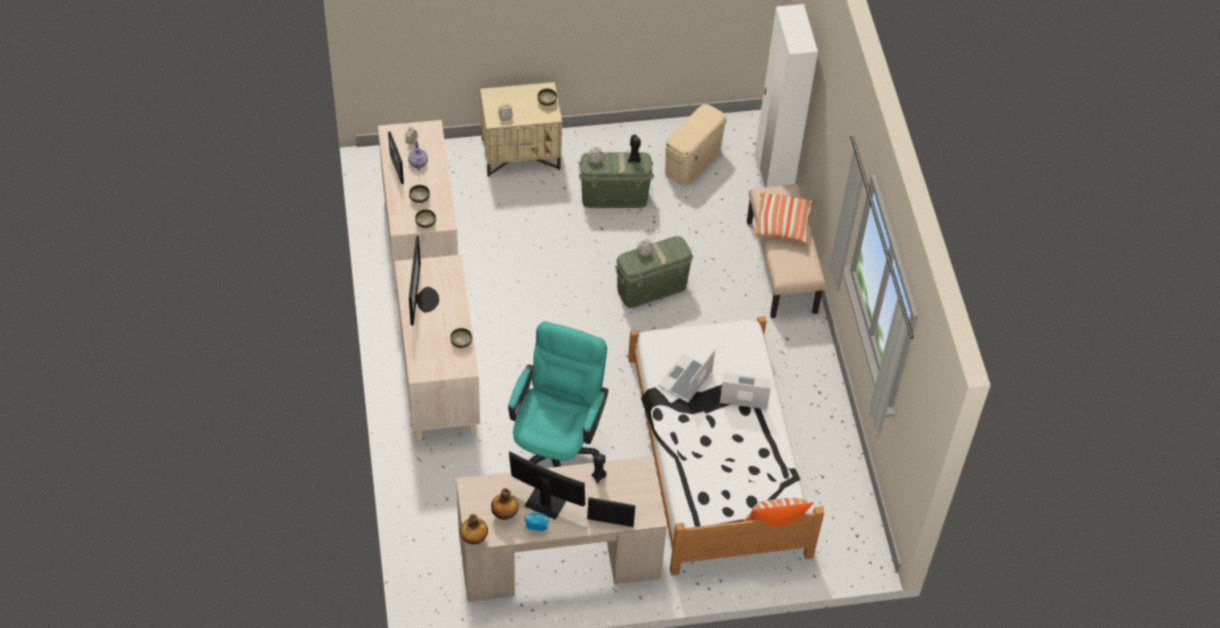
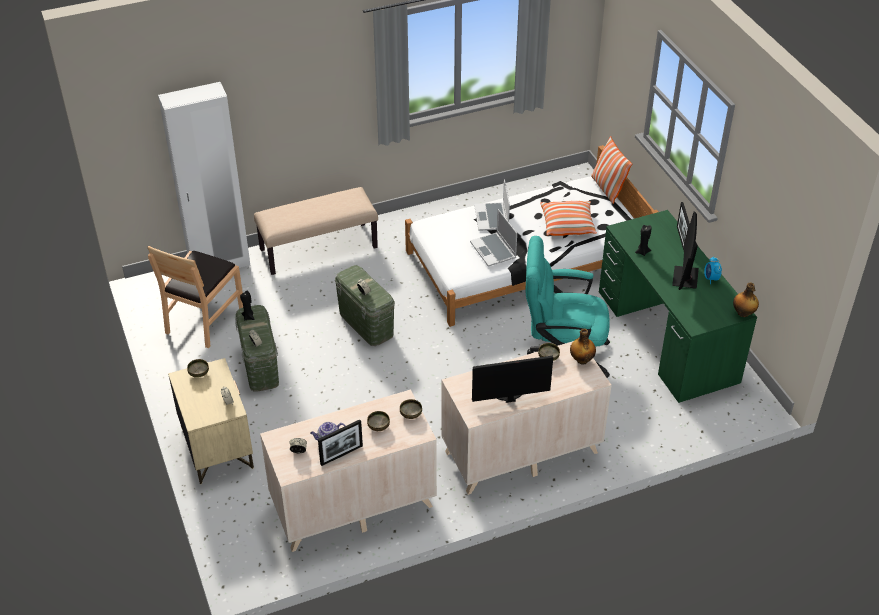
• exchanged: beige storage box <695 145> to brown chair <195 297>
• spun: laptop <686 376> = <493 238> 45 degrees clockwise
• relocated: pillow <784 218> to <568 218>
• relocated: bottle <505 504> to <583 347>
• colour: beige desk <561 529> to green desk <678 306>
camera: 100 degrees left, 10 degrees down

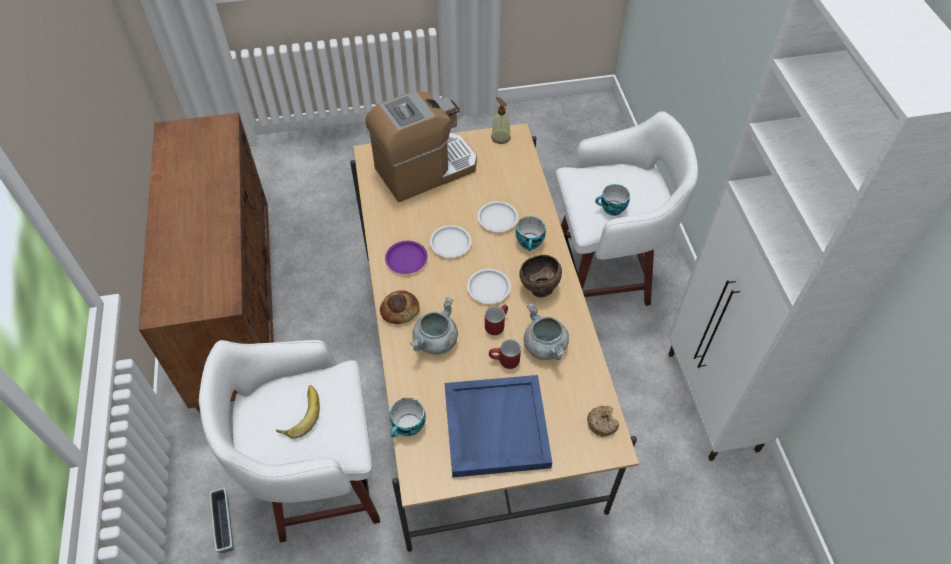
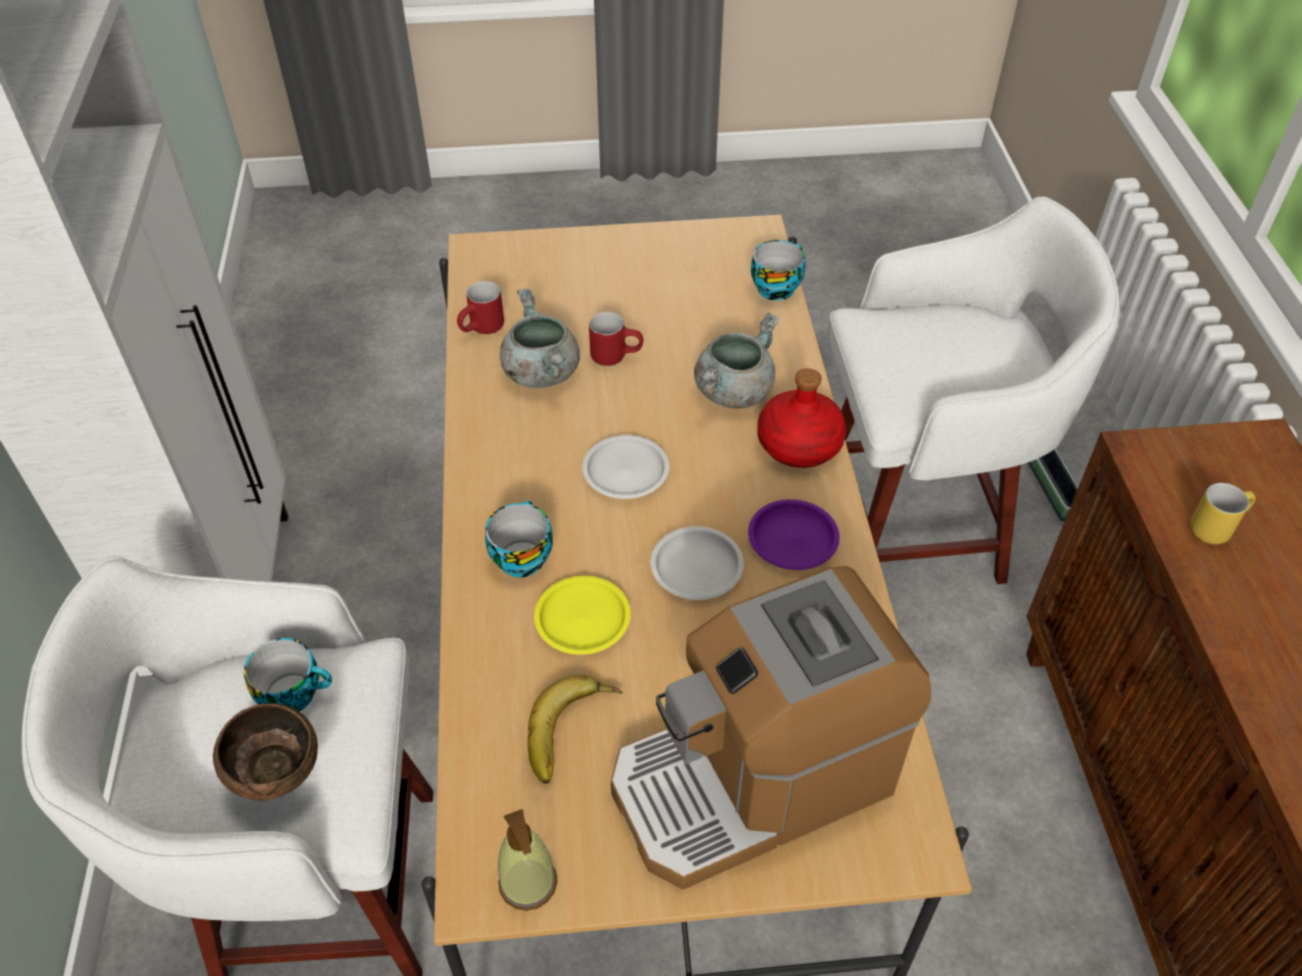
• relocated: brown bowl <540 276> to <265 752>
• relocated: red mug <496 320> to <480 307>
• relocated: banana <298 412> to <575 729>
• colour: white plate <497 216> to yellow plate <582 615>
• exchanged: bread <400 307> to red bottle <802 418>
• appeared: yellow mug <1223 513>
• missing: blue tray <498 426>
• missing: donut <603 421>
camera: 175 degrees left, 5 degrees down

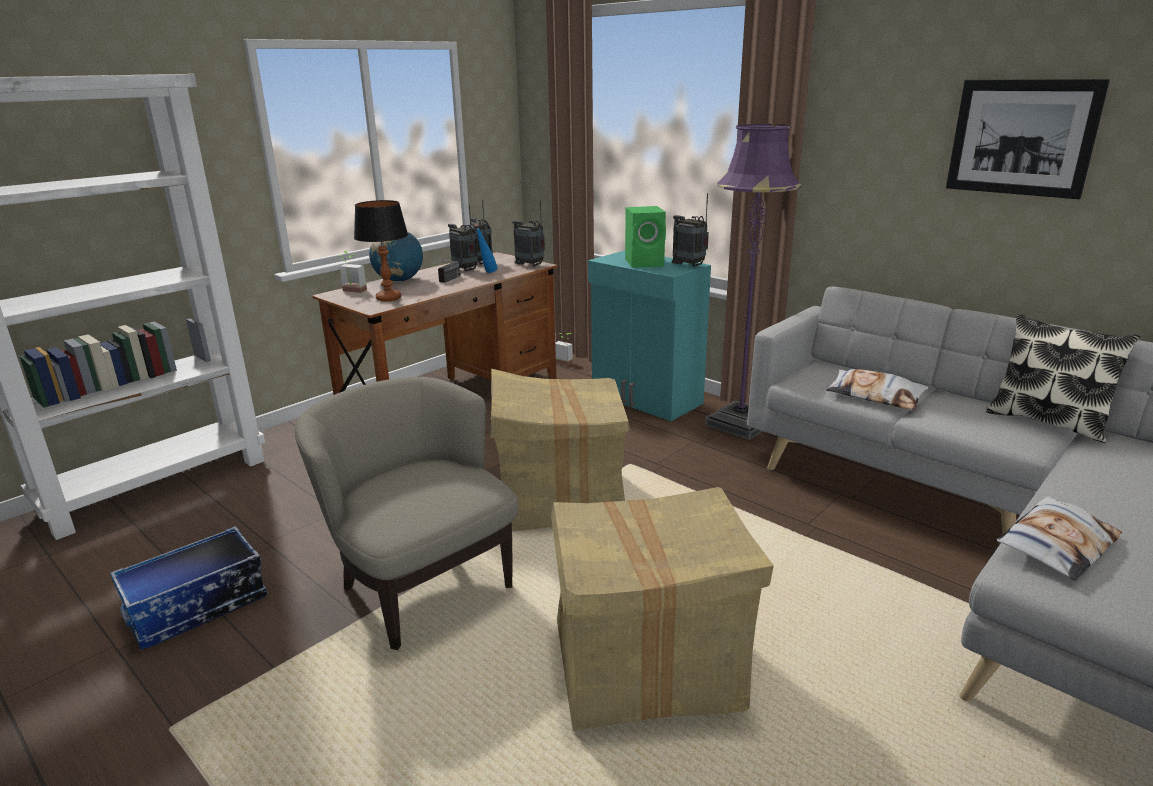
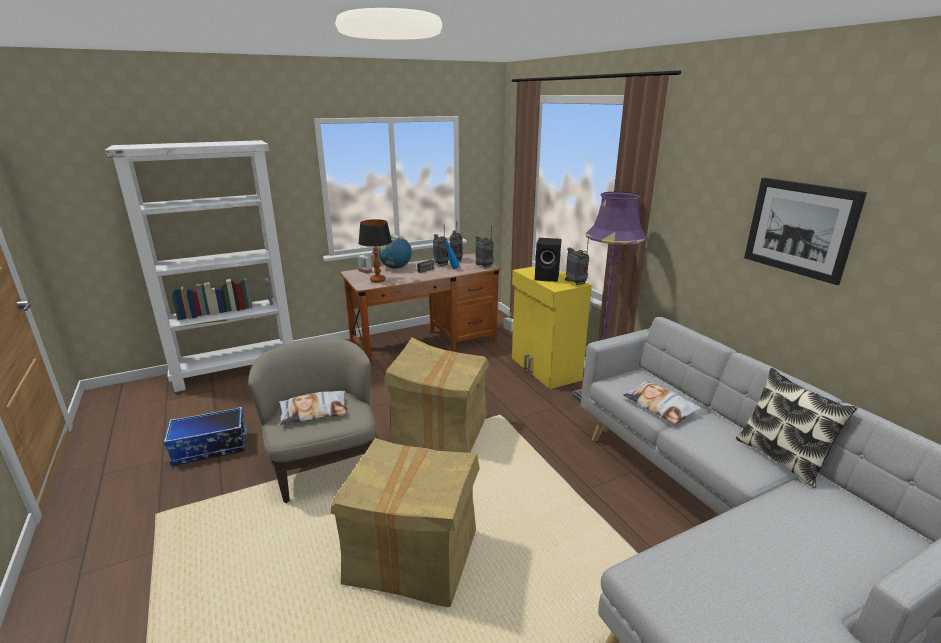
• relocated: pillow <1059 538> to <313 408>
• colour: turquoise cabinet <649 335> to yellow cabinet <552 327>
• colour: green speaker <645 237> to black speaker <548 260>
camera: 20 degrees right, 0 degrees up

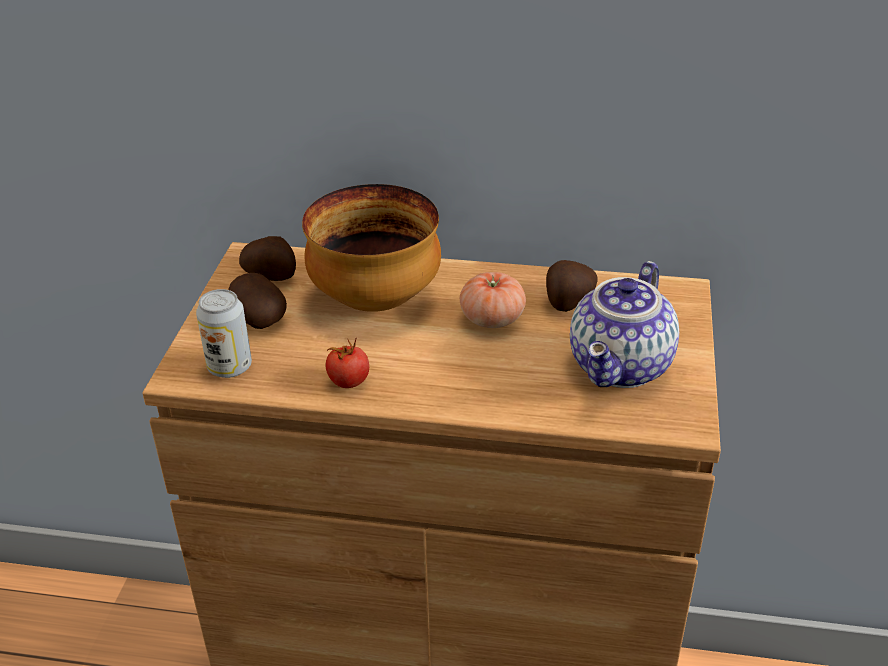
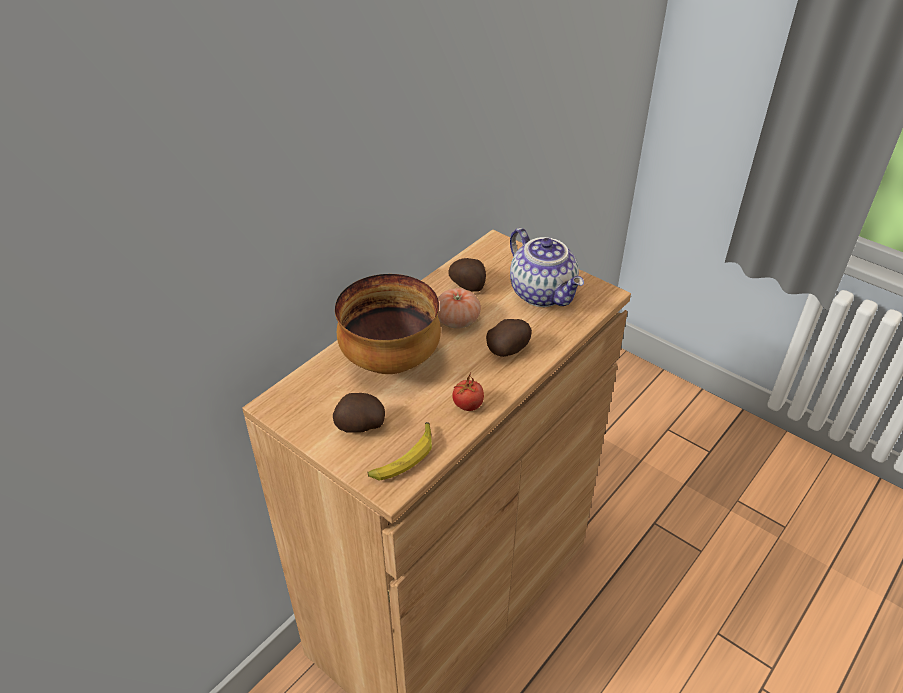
• exchanged: can <224 333> to banana <399 451>
• relocated: potato <267 258> to <509 338>
camera: 60 degrees left, 5 degrees up

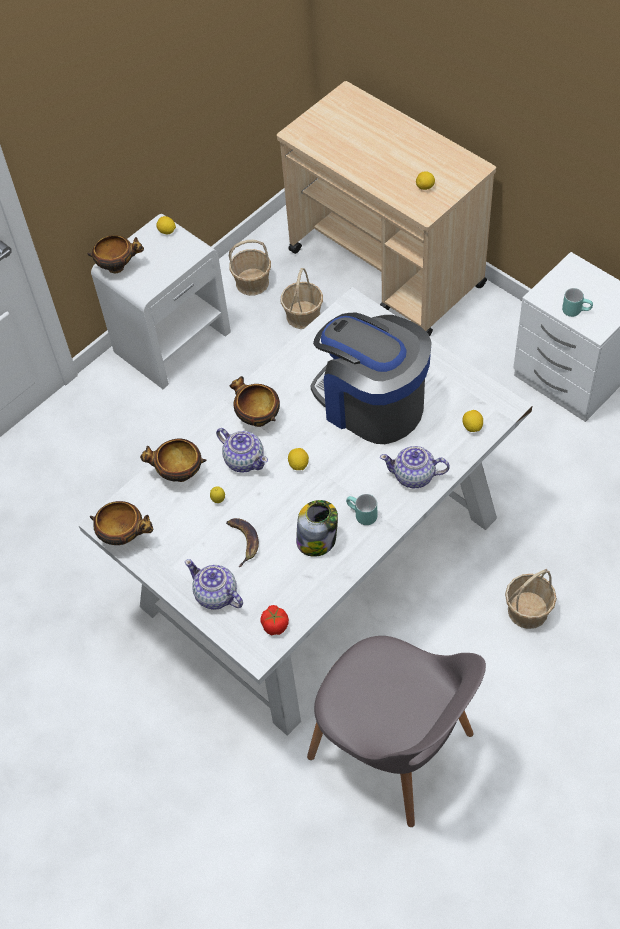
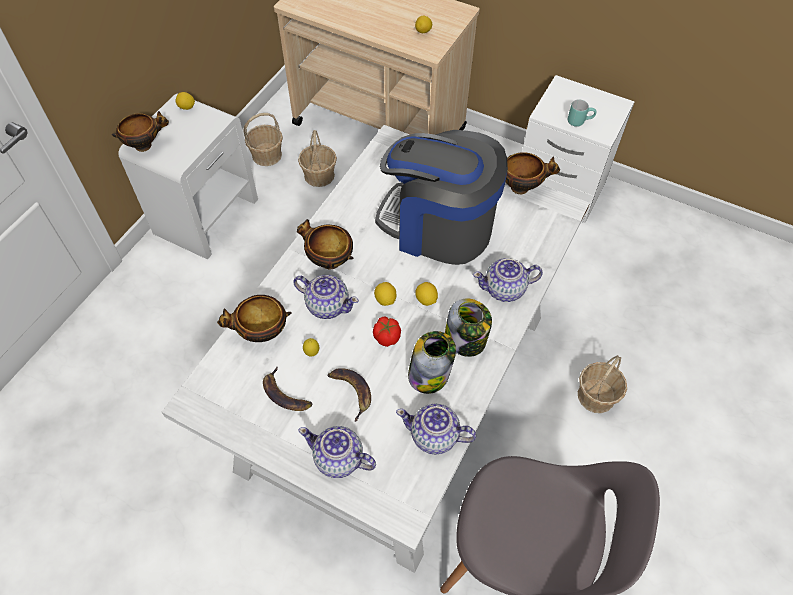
• appeared: banana <287 389>
• relocated: tomato <274 620> to <387 332>
• appeared: teapot <436 429>
• relocated: lemon <472 421> to <426 294>
• exchanged: turquoise mug <361 509> to jar <468 328>
• relocated: bowl <122 523> to <532 173>
camera: 20 degrees left, 0 degrees up

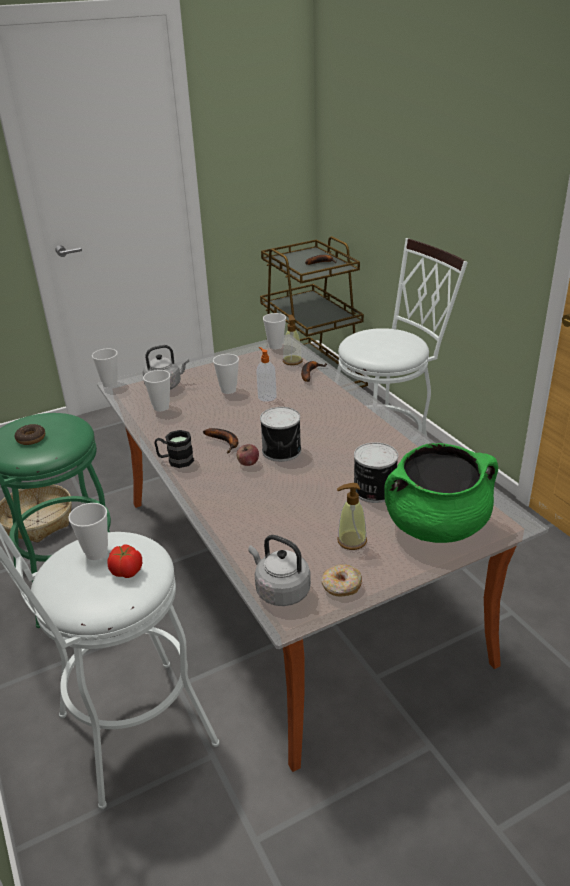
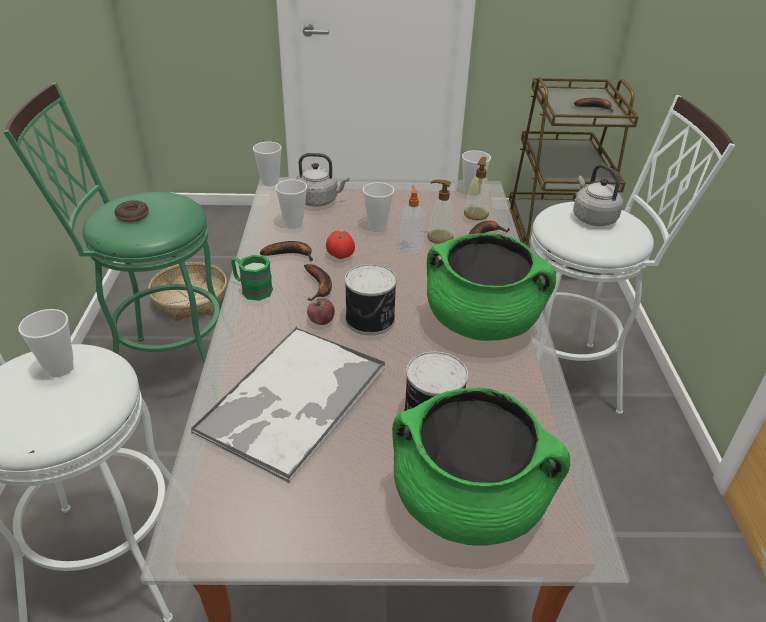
• appeared: tray <288 405>
• colour: black mug <174 449> to green mug <252 278>
• appeared: banana <286 251>
• relocated: tomato <124 561> to <340 245>
• relocated: soap dispenser <352 516> to <440 211>
• appeared: green cooking pot <491 287>
• relocated: grey kettle <279 570> to <598 195>
• missing: donut <341 580>
camera: 25 degrees right, 5 degrees up

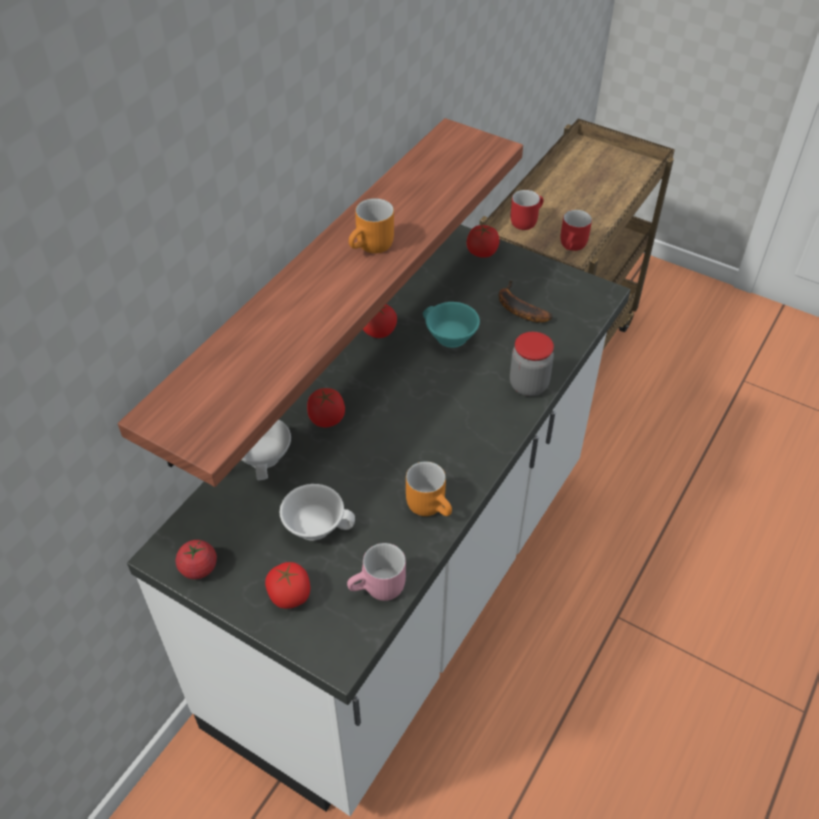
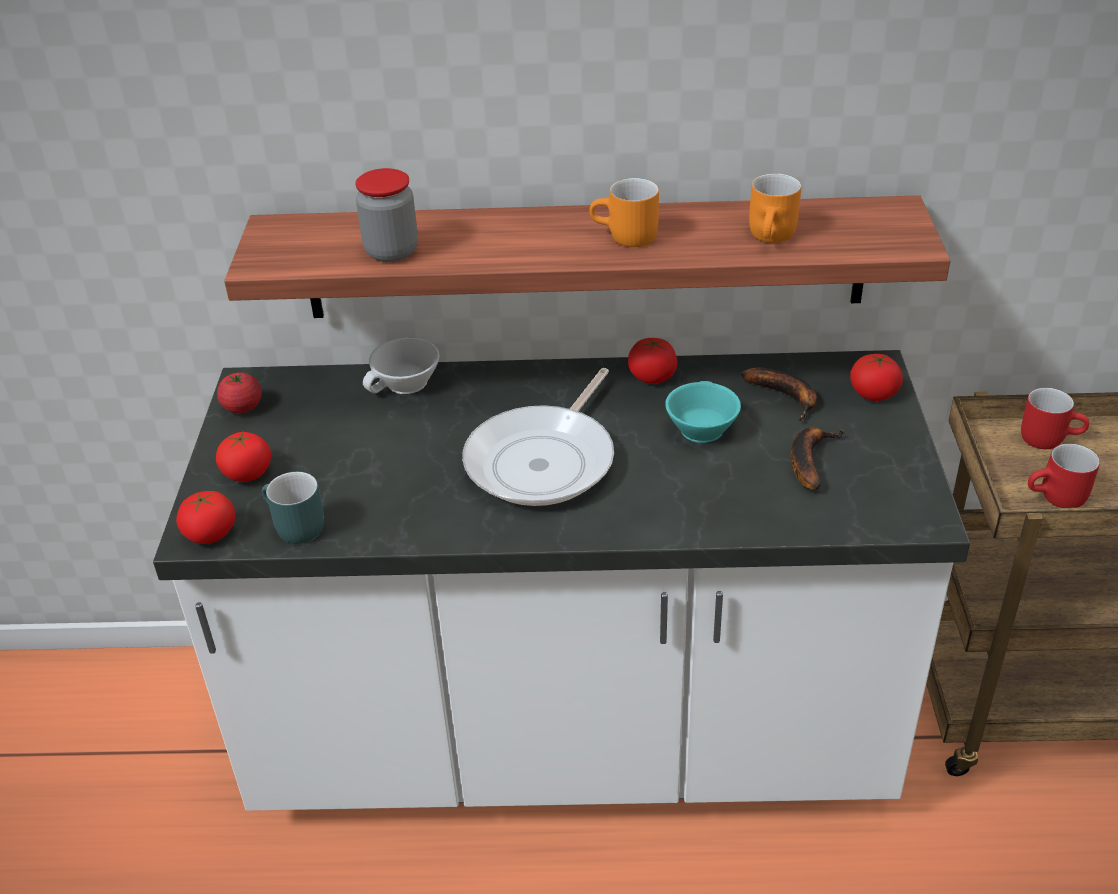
• relocated: tomato <326 407> to <205 517>
• colour: pink mug <376 572> to turquoise mug <293 508>
• relocated: jar <532 364> to <386 215>
• appeared: frying pan <538 437>
• appeared: banana <779 394>
• relocated: orange mug <429 488> to <775 208>
• missing: white cup <317 512>
camera: 60 degrees right, 10 degrees down

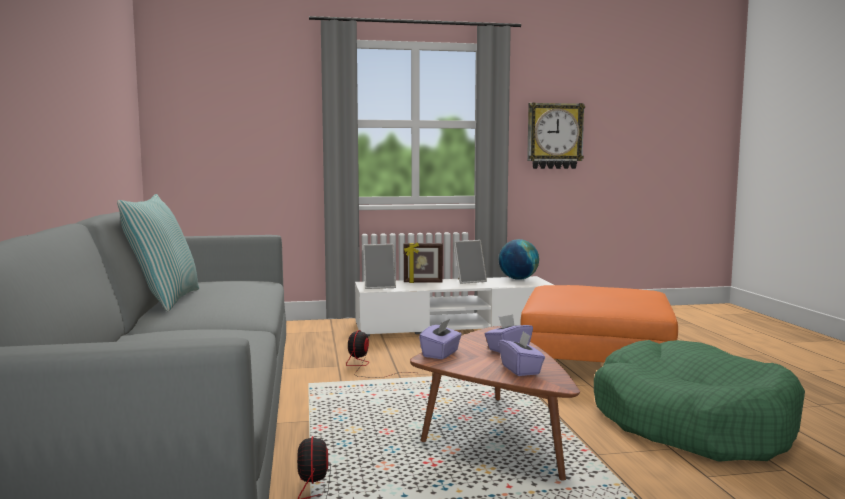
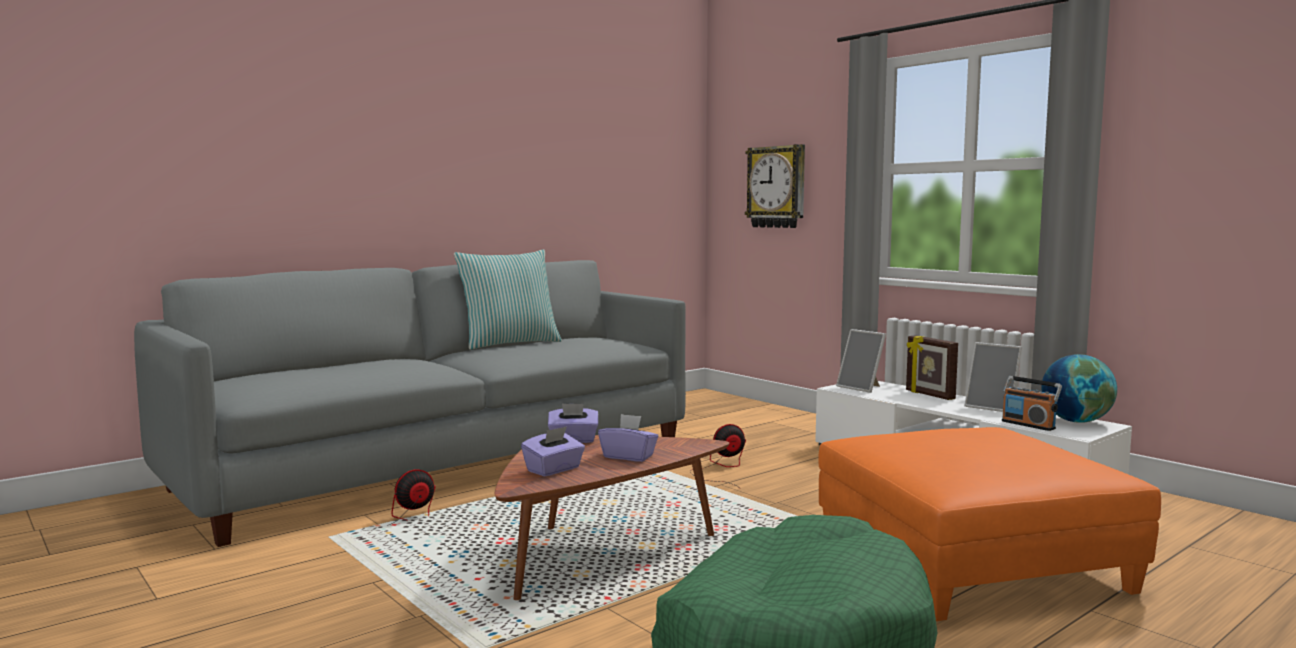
• relocated: wall clock <556 136> to <775 186>
• appeared: radio <1032 403>
camera: 60 degrees right, 0 degrees up

